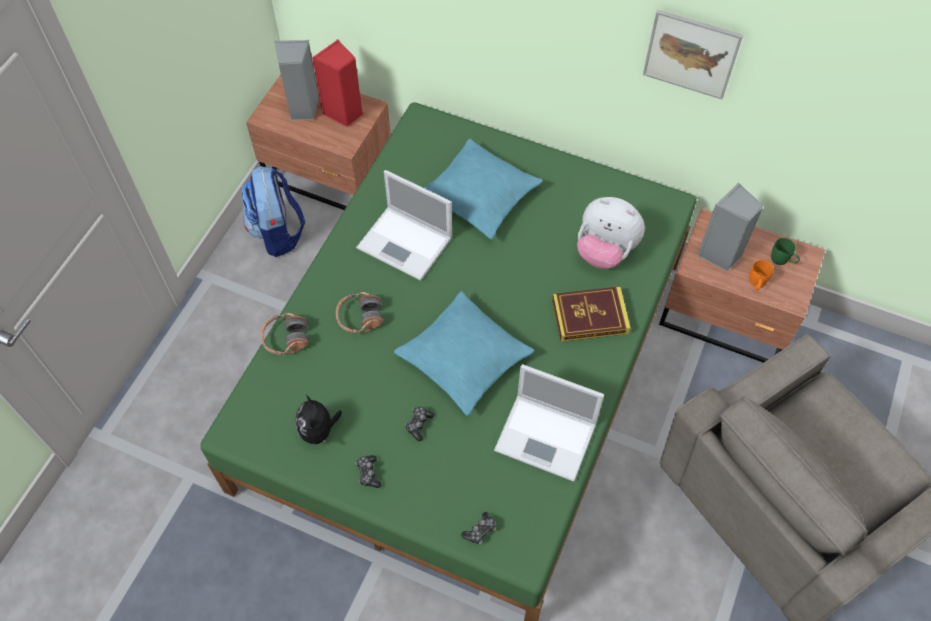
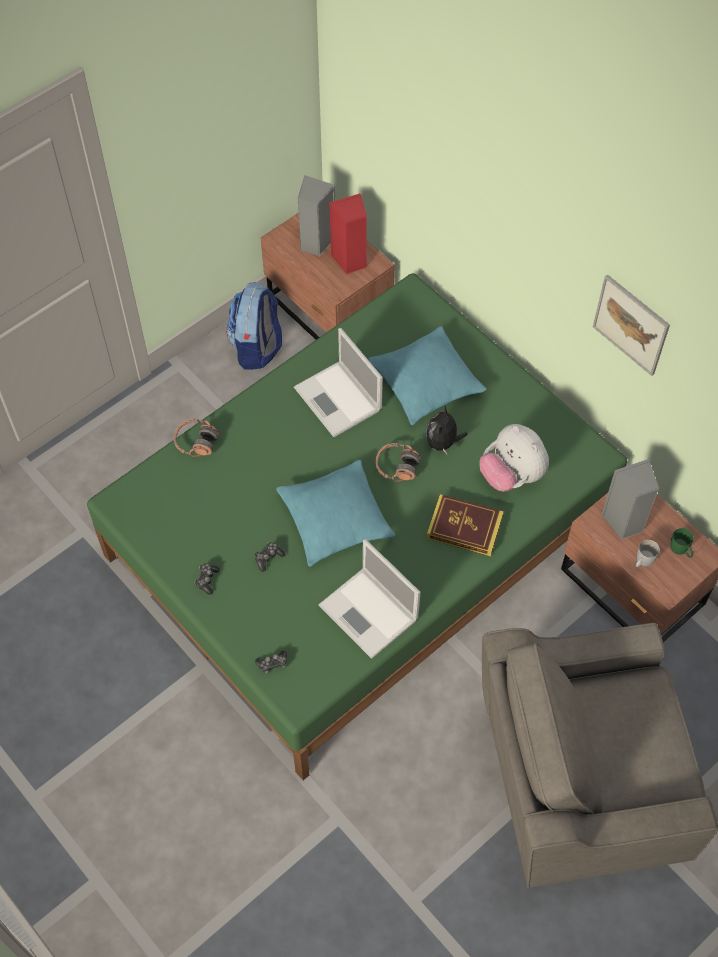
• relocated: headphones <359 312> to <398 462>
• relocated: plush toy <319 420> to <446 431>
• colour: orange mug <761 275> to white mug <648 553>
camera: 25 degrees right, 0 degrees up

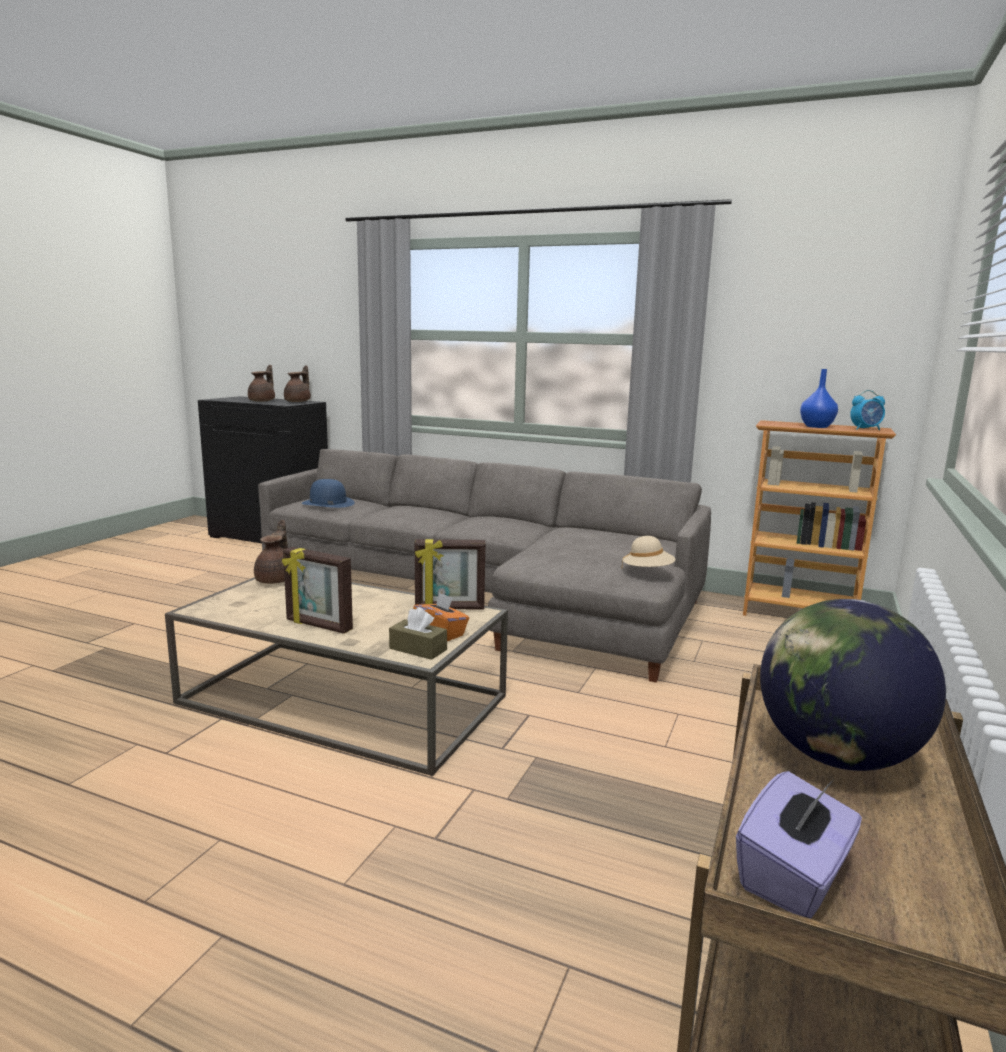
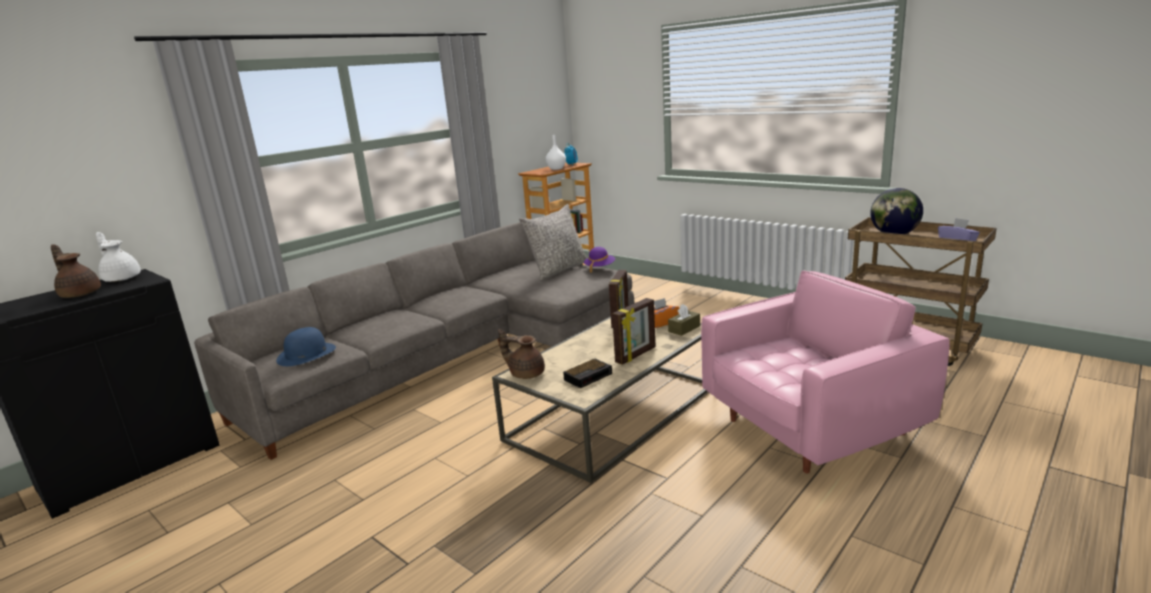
• colour: brown teapot <297 383> to white teapot <118 257>
• appeared: grey pillow <553 242>
• colour: blue vase <819 398> to white vase <556 152>
• appeared: alarm clock <587 373>
• colour: beige hat <648 552> to purple hat <599 260>
• appeared: pink armchair <825 371>
camera: 70 degrees left, 5 degrees up

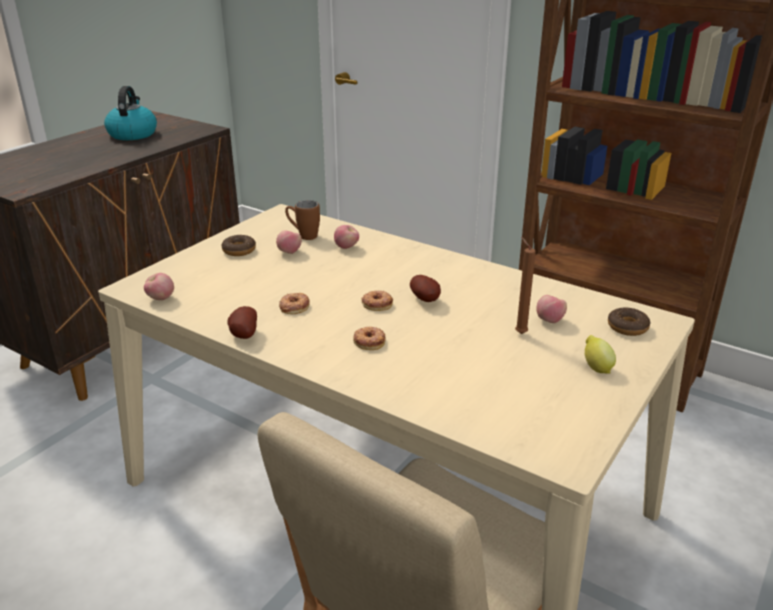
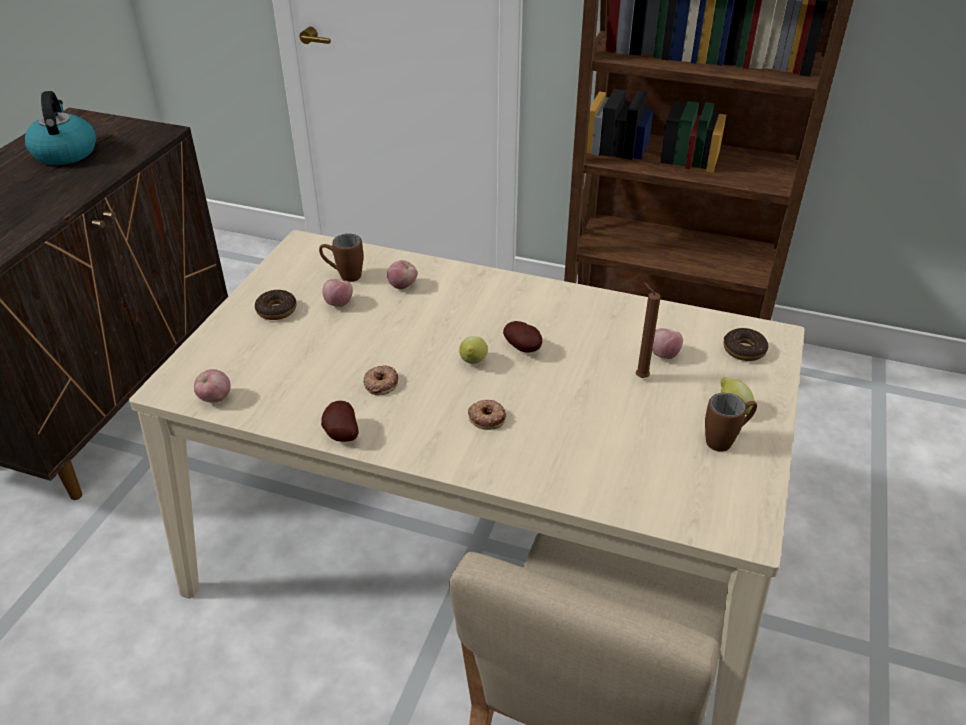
• exchanged: donut <377 301> to lemon <473 350>
• appeared: brown mug <731 422>
camera: 15 degrees left, 10 degrees up

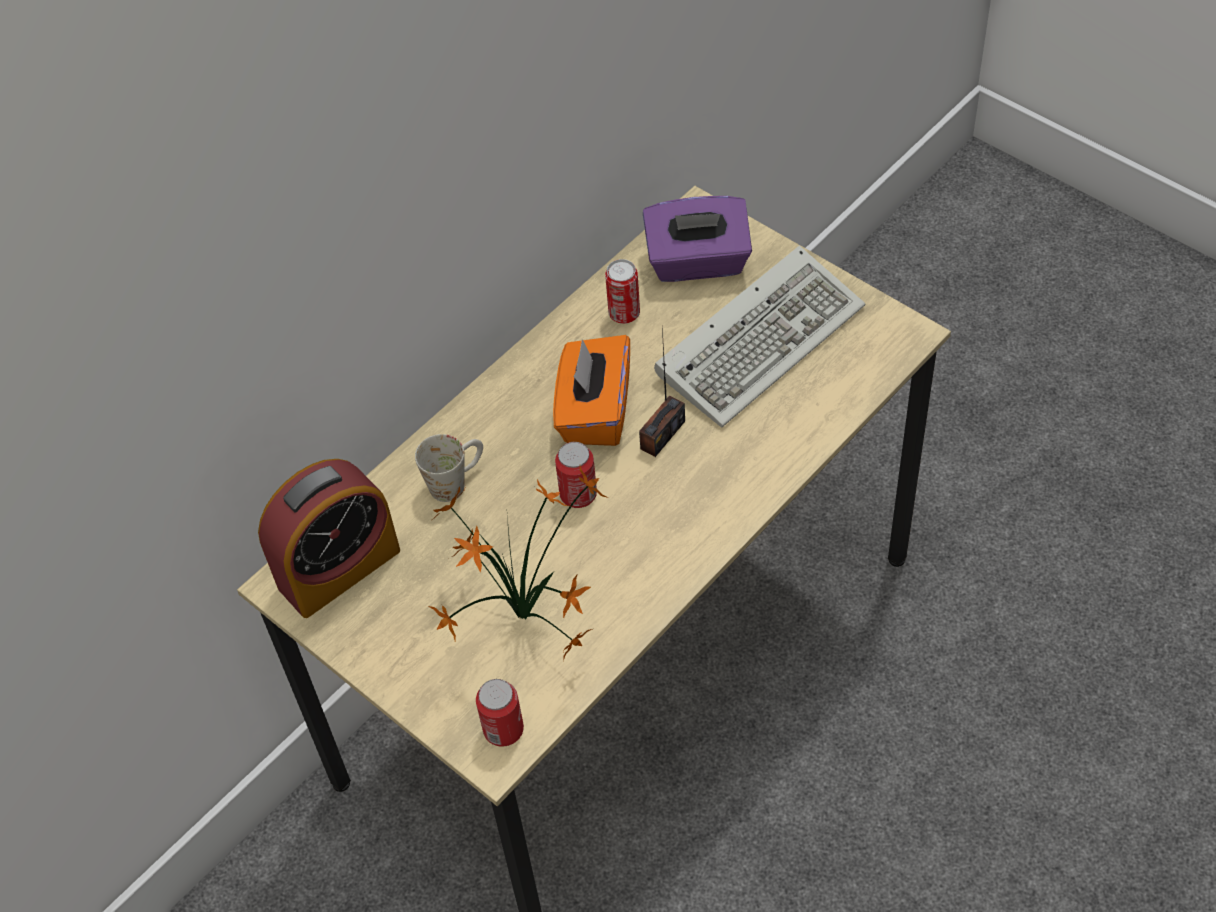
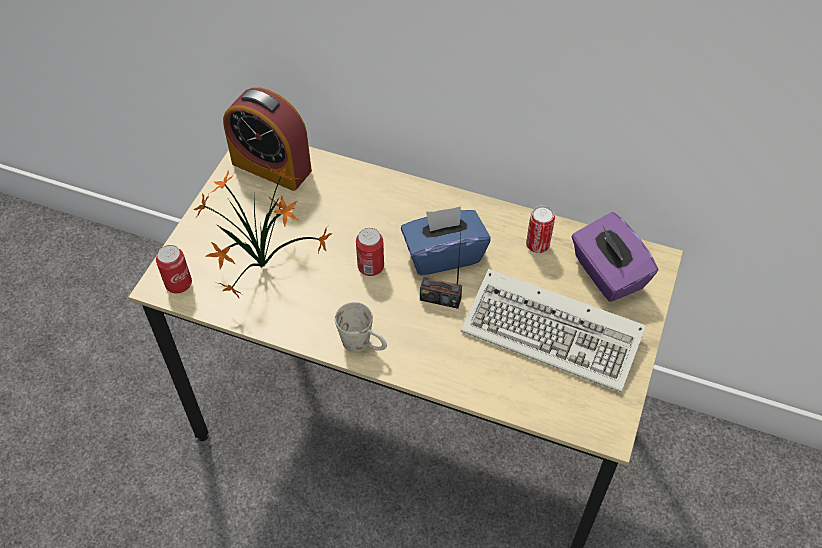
• relocated: white mug <449 468> to <361 327>
• colour: orange tissue box <591 390> to blue tissue box <446 240>
camera: 65 degrees right, 0 degrees up

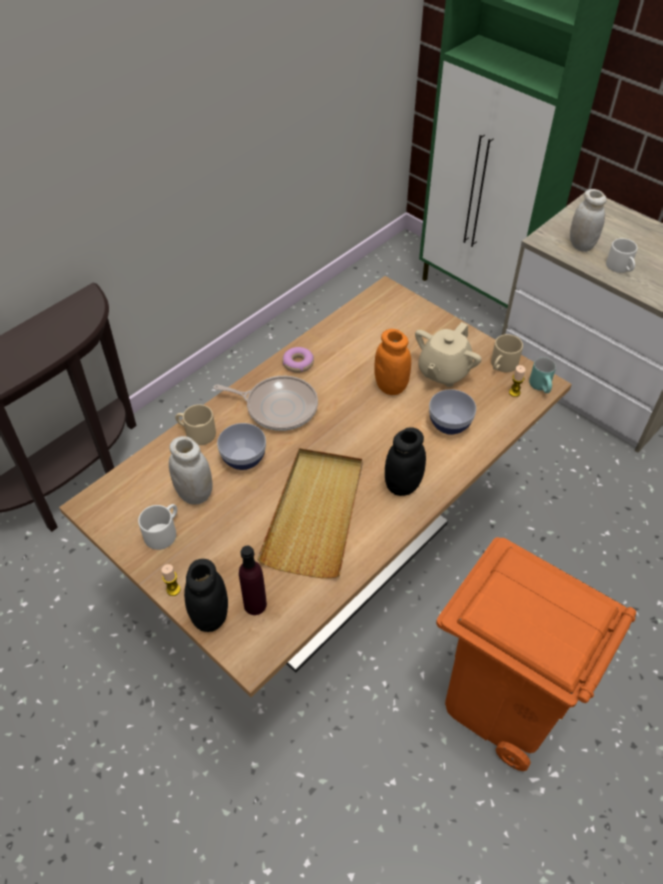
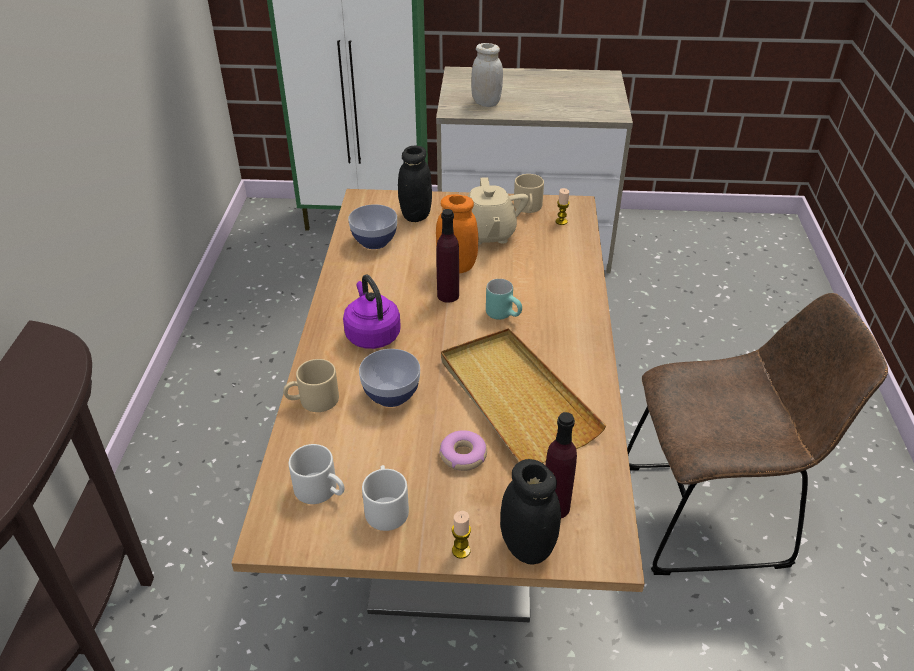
• relocated: white mug <622 255> to <317 474>
• exchanged: frying pan <266 403> to purple kettle <372 311>
• relocated: bowl <452 412> to <372 226>
• relocated: black jar <405 461> to <415 184>
• appeared: purple bottle <447 256>
• relocated: donut <298 360> to <463 450>
• relocated: turquoise mug <542 375> to <504 299>
• exchanged: orange trash can <536 654> to brown chair <757 434>
• missing: white jar <191 470>
camera: 40 degrees left, 10 degrees down

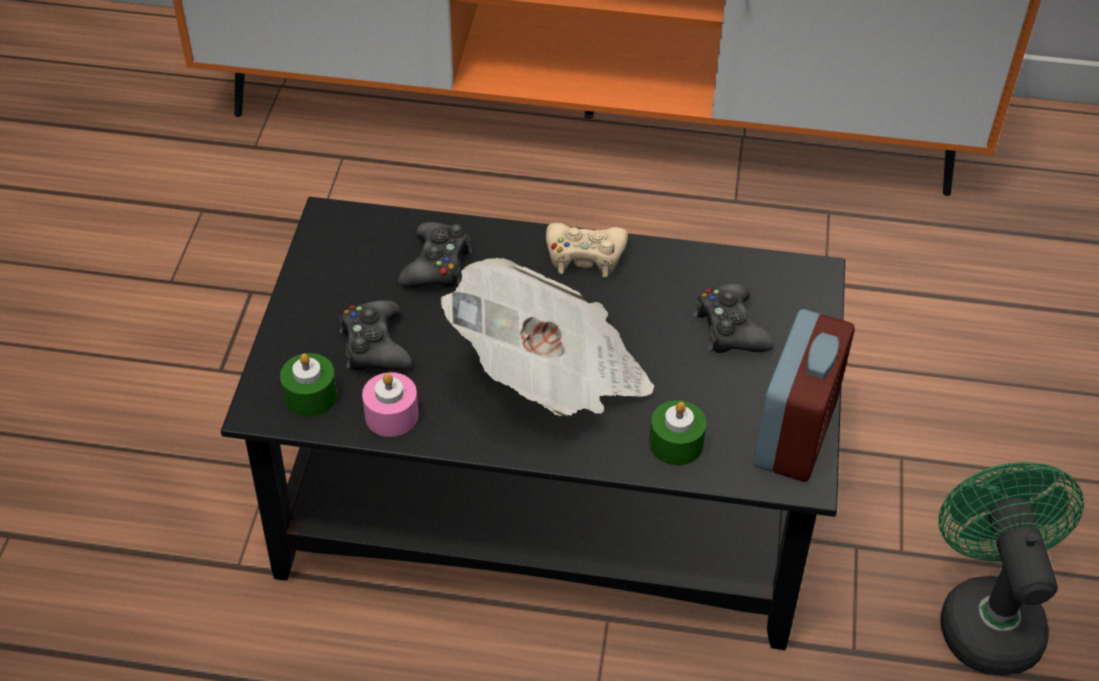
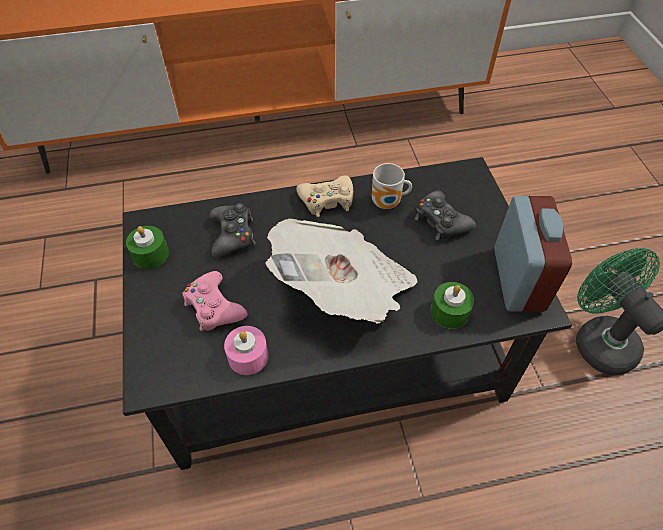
• relocated: green candle <308 385> to <147 247>
• colour: black game controller <376 335> to pink game controller <215 301>
• appeared: mug <392 186>
camera: 20 degrees left, 5 degrees up

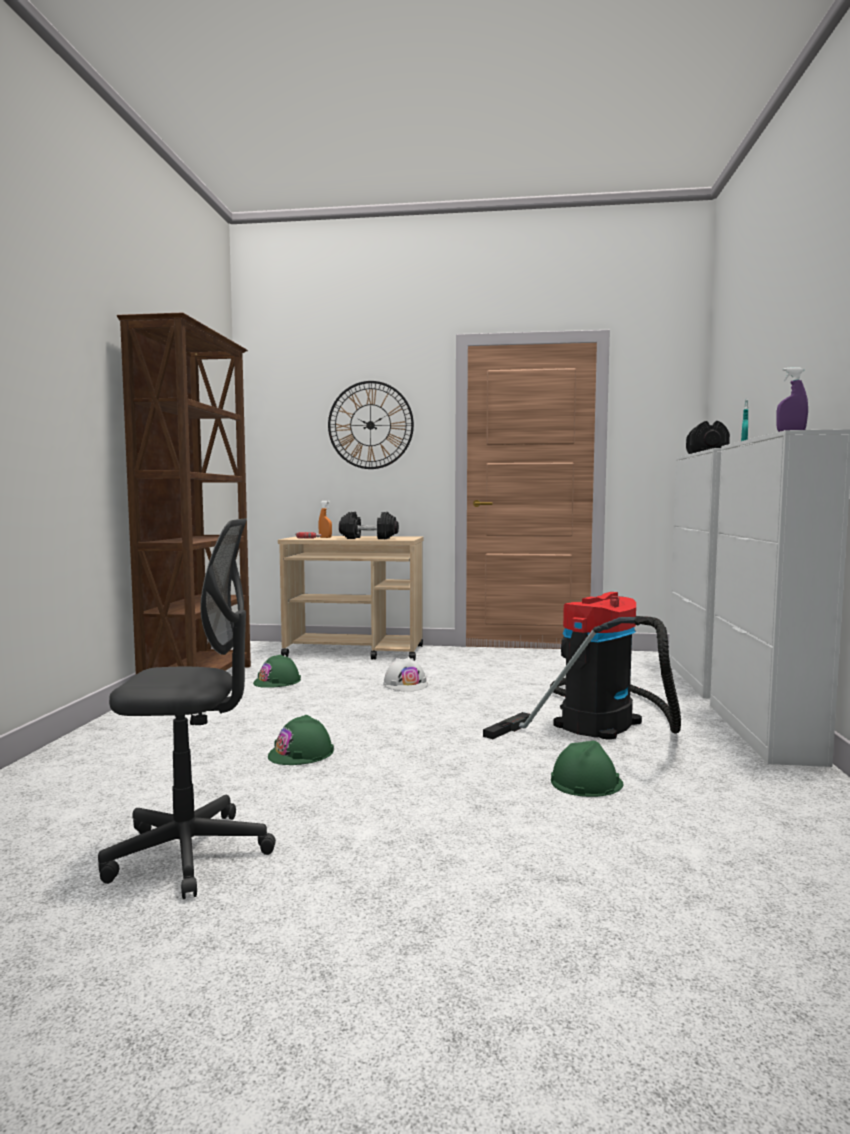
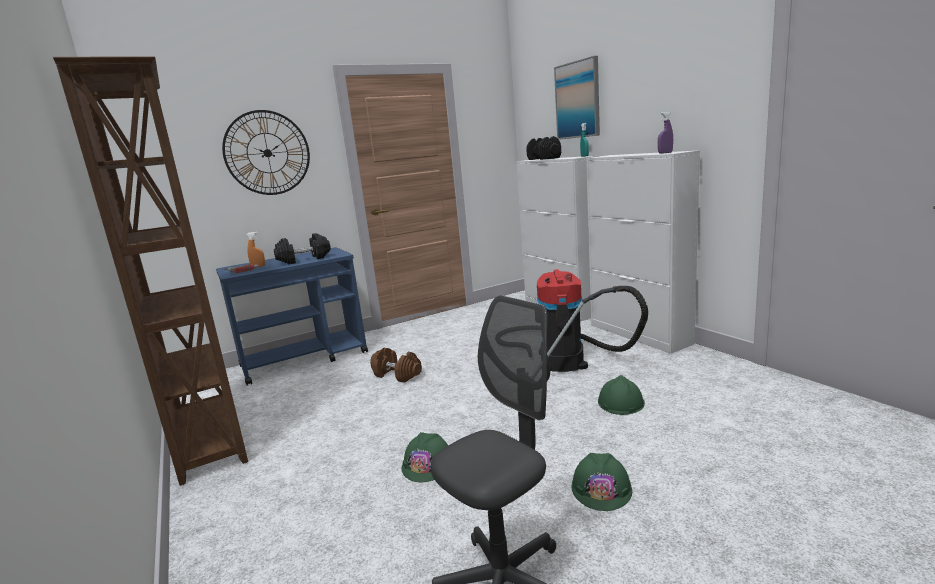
• colour: beige cart <351 598> to blue cart <292 316>
• exchanged: white hard hat <405 674> to brown dumbbell <396 365>
• appeared: picture <577 98>
• relocated: green hard hat <277 671> to <601 482>
camera: 35 degrees left, 10 degrees up

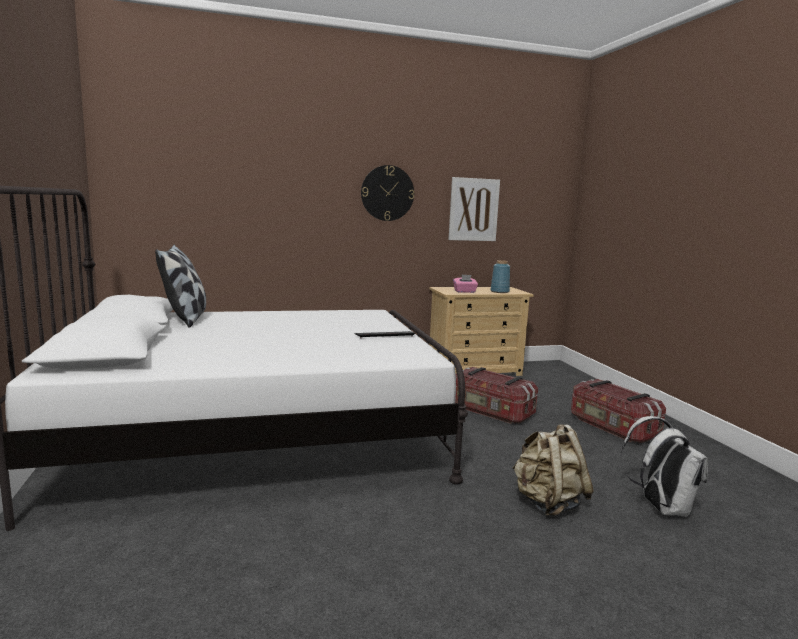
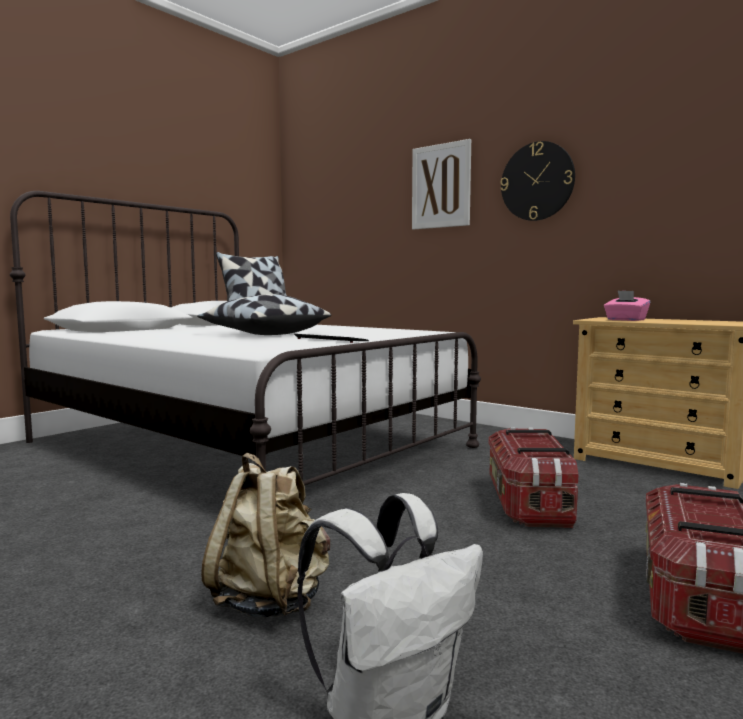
• appeared: pillow <264 314>
• relocated: picture <474 209> to <441 184>
• missing: blue vase <500 276>
camera: 55 degrees right, 5 degrees down

